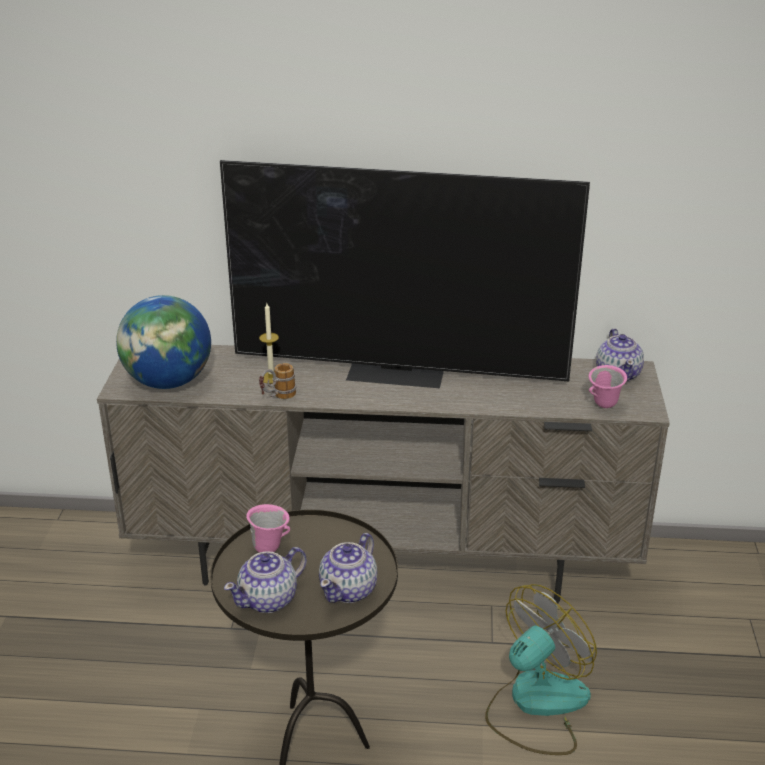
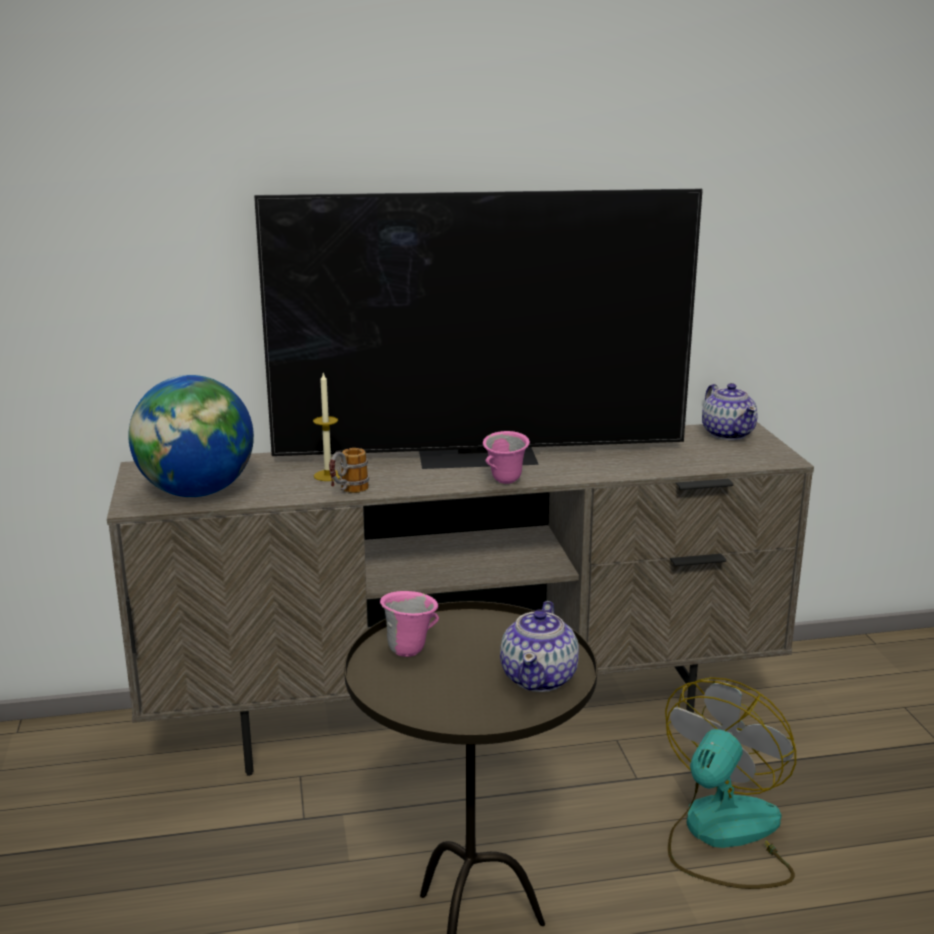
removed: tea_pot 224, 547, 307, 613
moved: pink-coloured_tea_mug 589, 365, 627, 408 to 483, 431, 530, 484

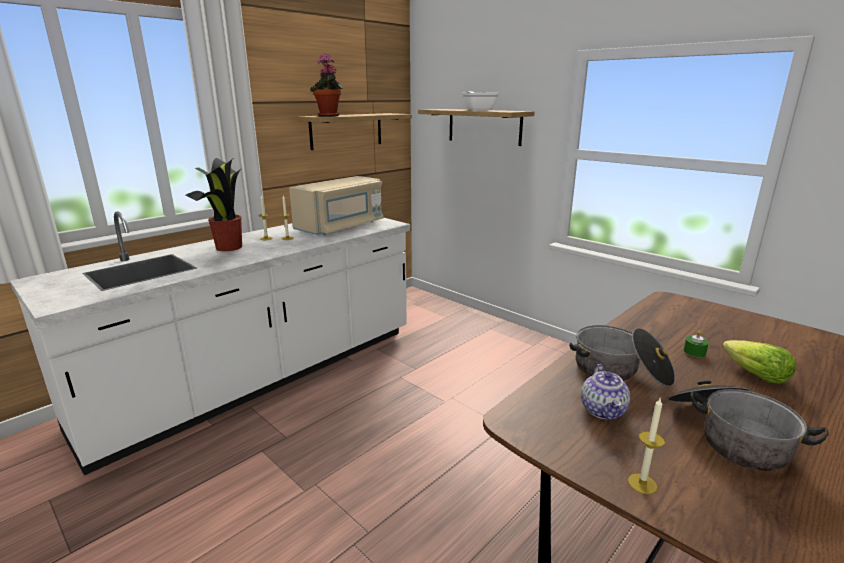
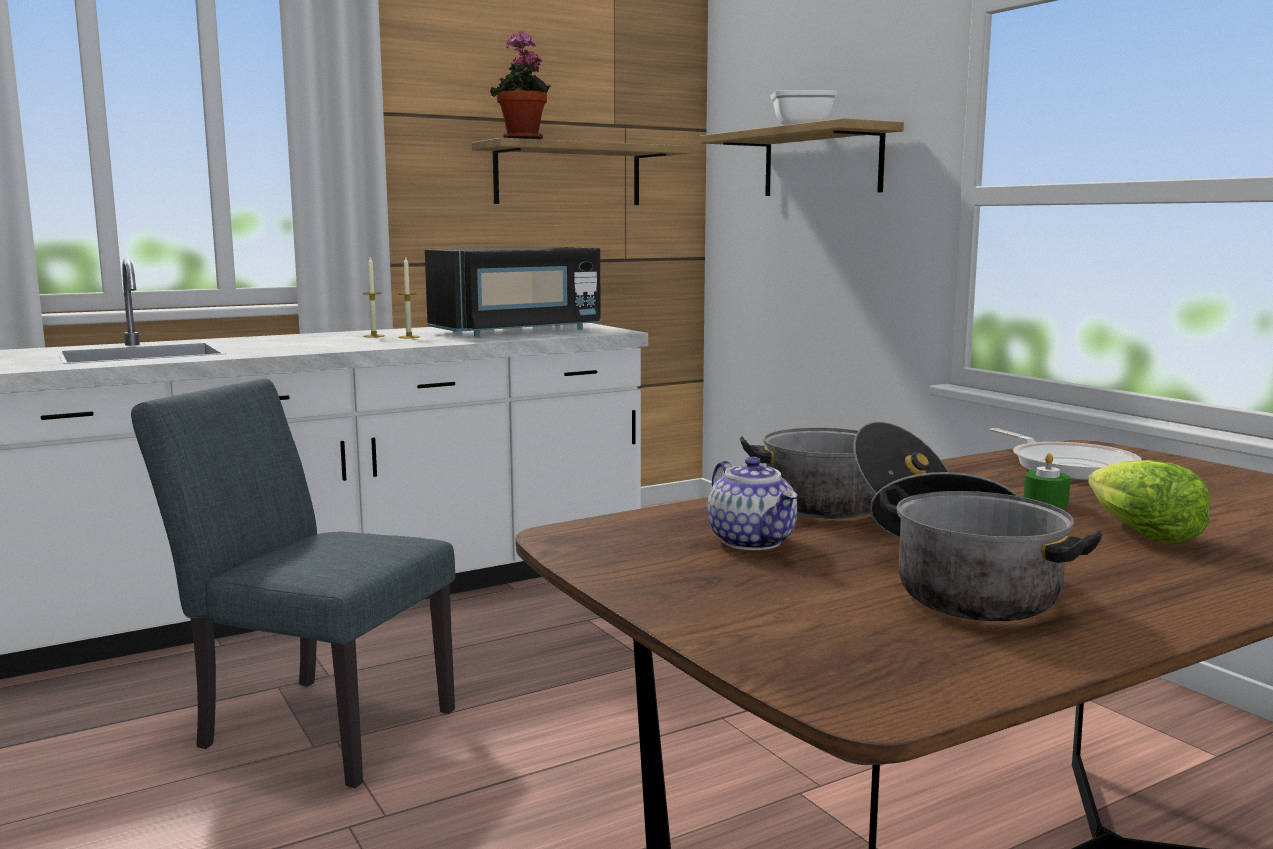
removed: potted_plant 186, 158, 242, 251; candle 628, 398, 665, 494
added: gray_plain_chair 131, 379, 455, 788; frying_pan 990, 428, 1142, 480
recoloured: sand-coloured_microwave 289, 176, 383, 235 to blackish_microwave 425, 247, 601, 337
turned: tea_pot 581, 364, 630, 421 = 707, 456, 798, 550 45 degrees counterclockwise

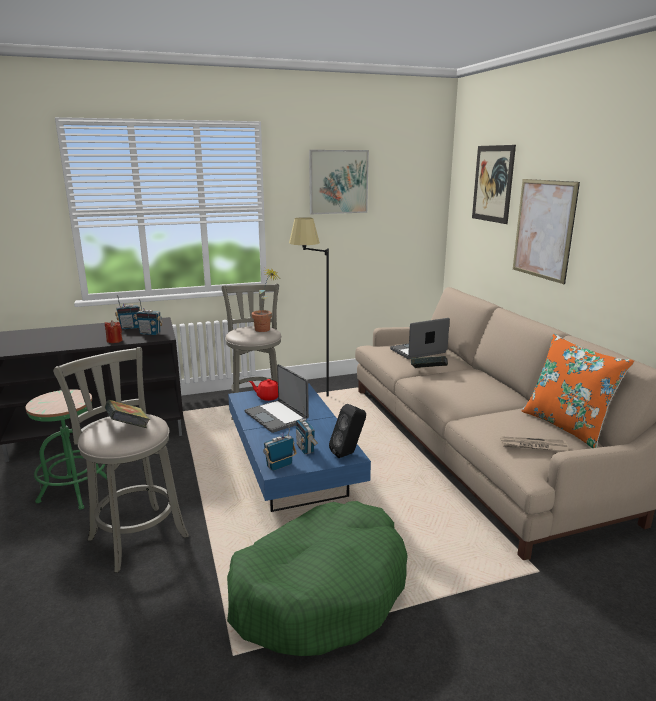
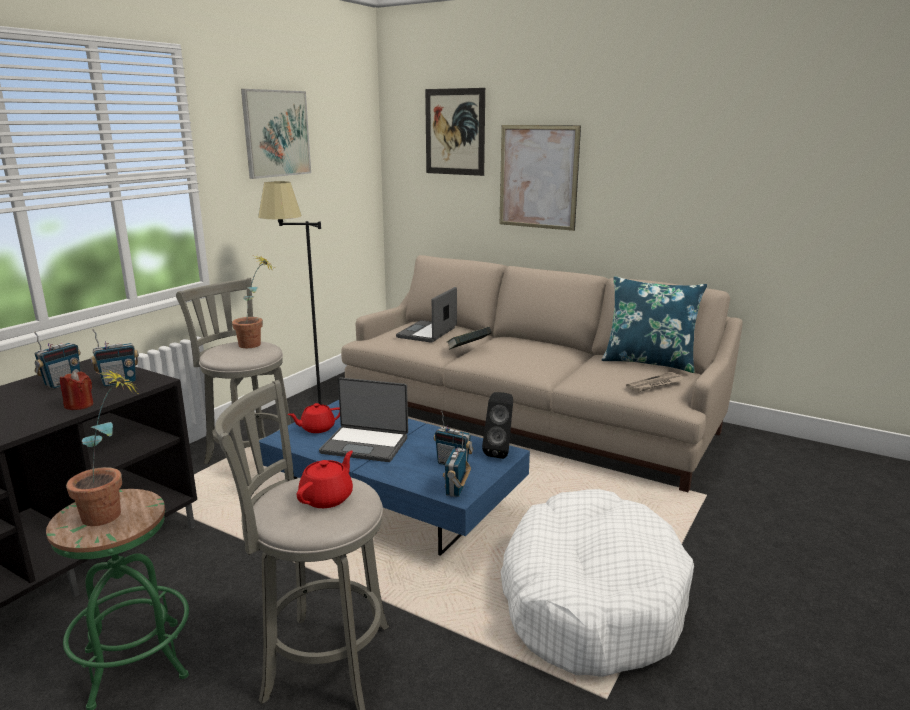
added: potted_plant 66, 370, 137, 526
replaced: volume 105, 400, 150, 428 to red_tea_pot 297, 451, 353, 508
recoloured: green-coloured_dog_cushion 227, 501, 408, 656 to white_dog_cushion 500, 489, 694, 677; orange_cushion 522, 334, 635, 448 to blue_cushion 602, 276, 707, 373

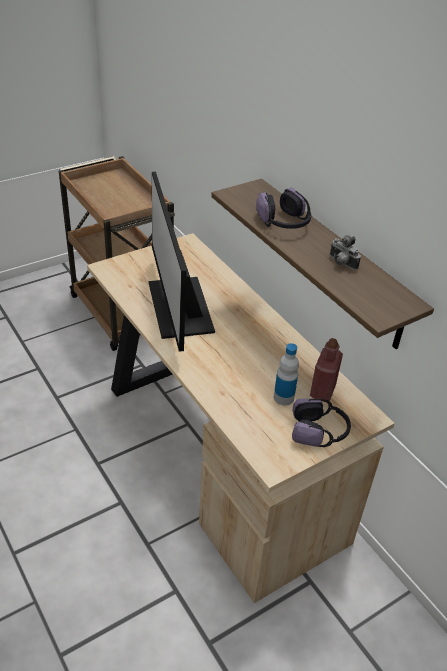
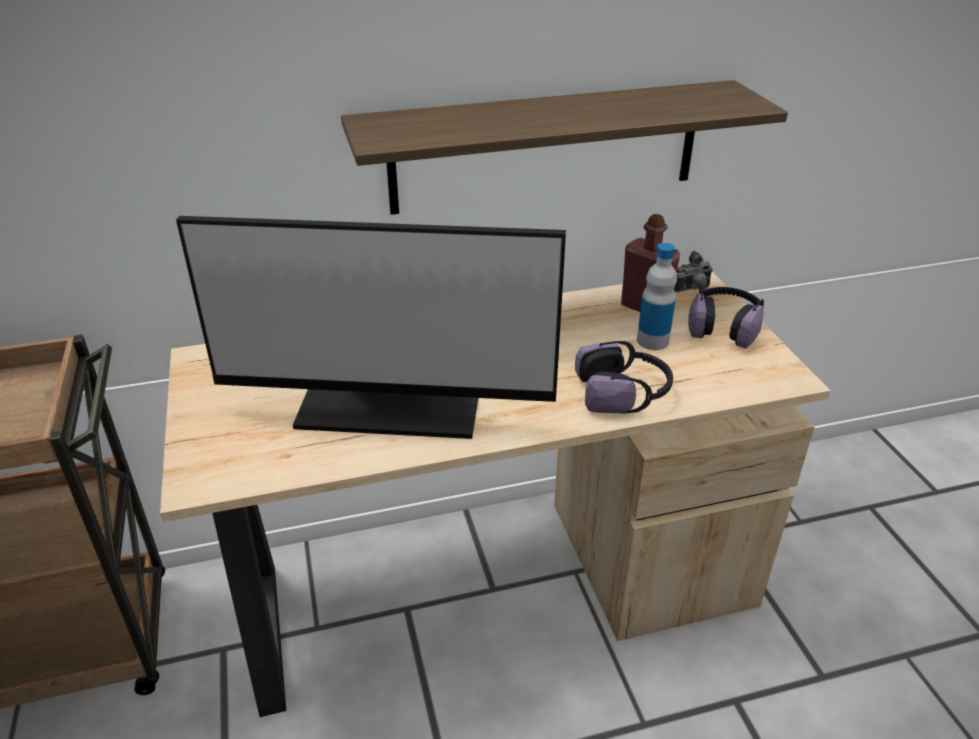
moved: headset 256, 187, 311, 229 to 575, 341, 673, 413; photo_camera 330, 235, 361, 270 to 674, 251, 712, 293

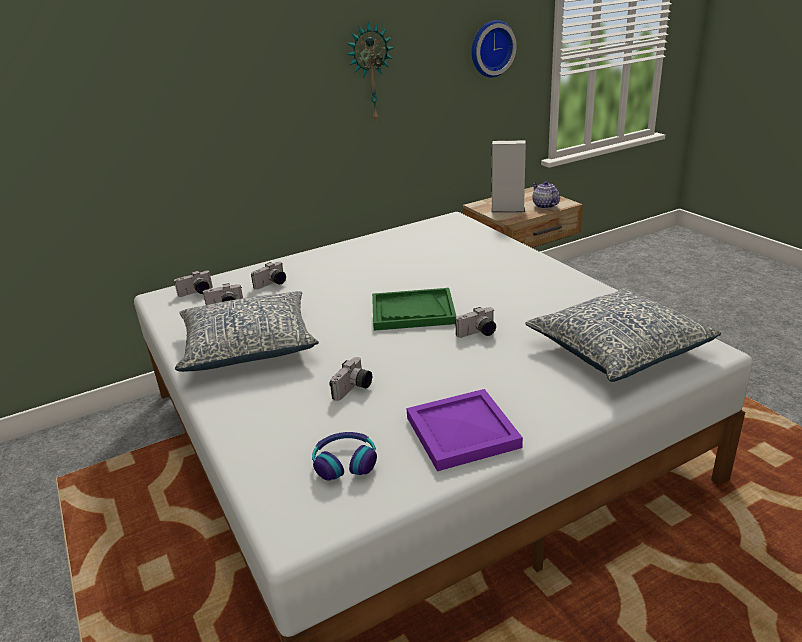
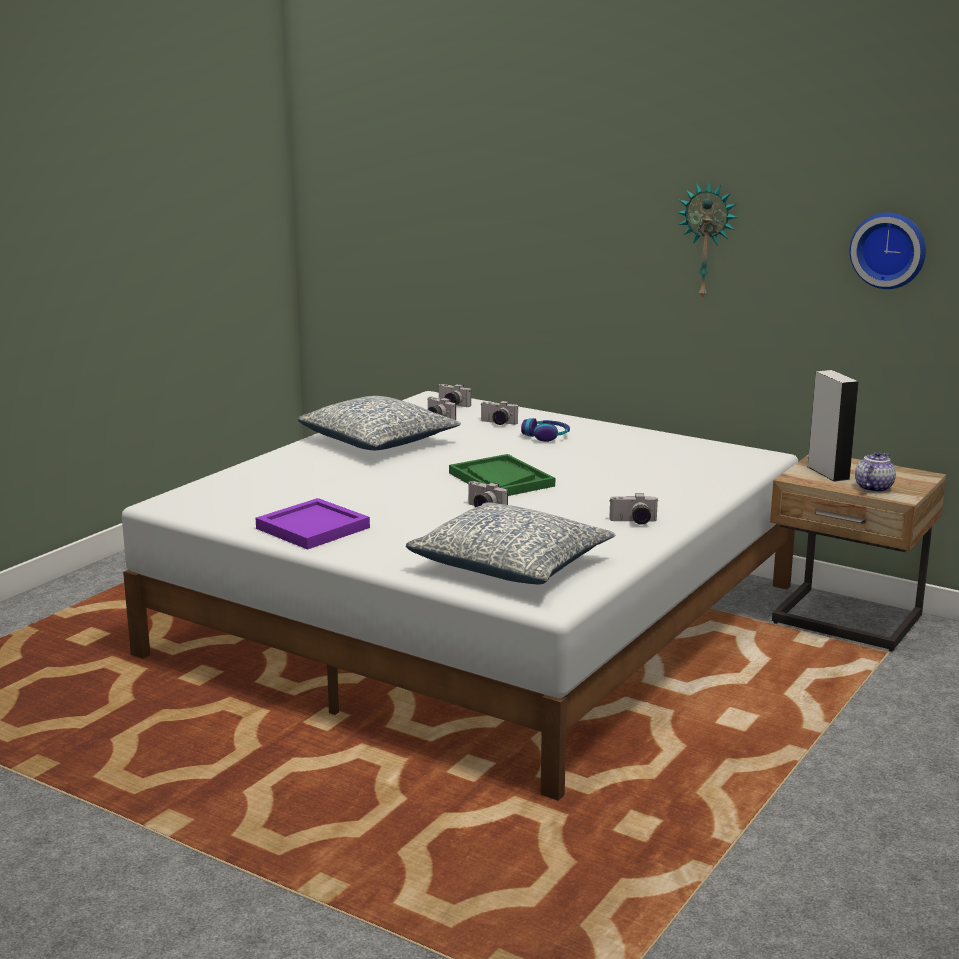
moved: headset 312, 432, 377, 480 to 521, 418, 570, 442; photo_camera 329, 357, 372, 401 to 609, 493, 659, 525

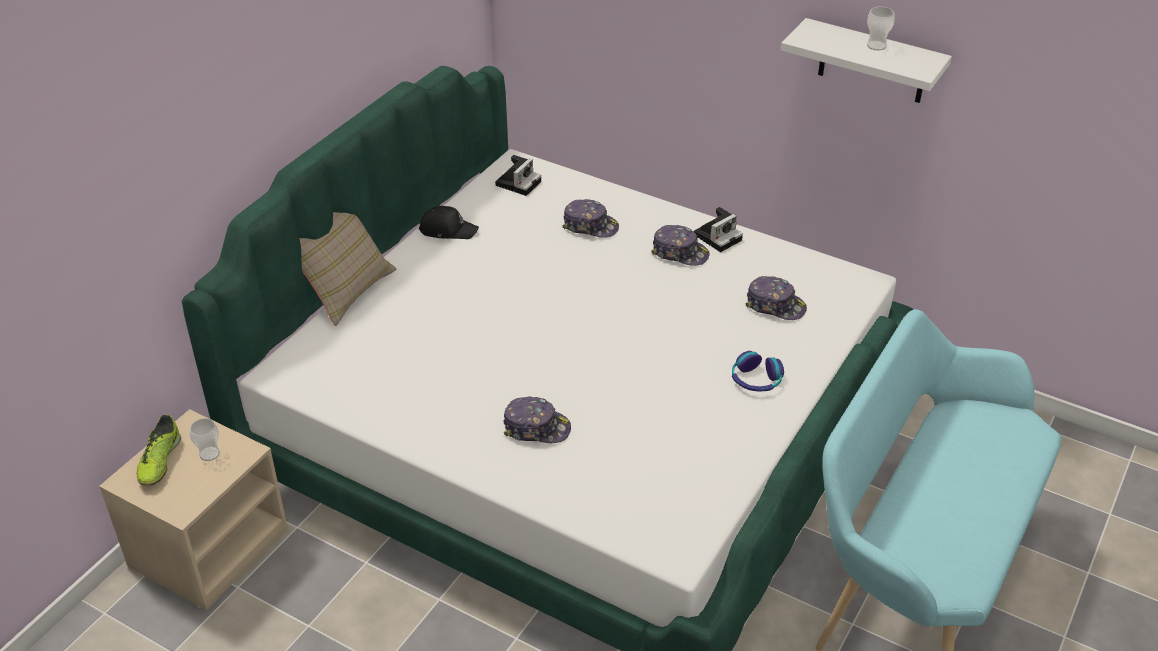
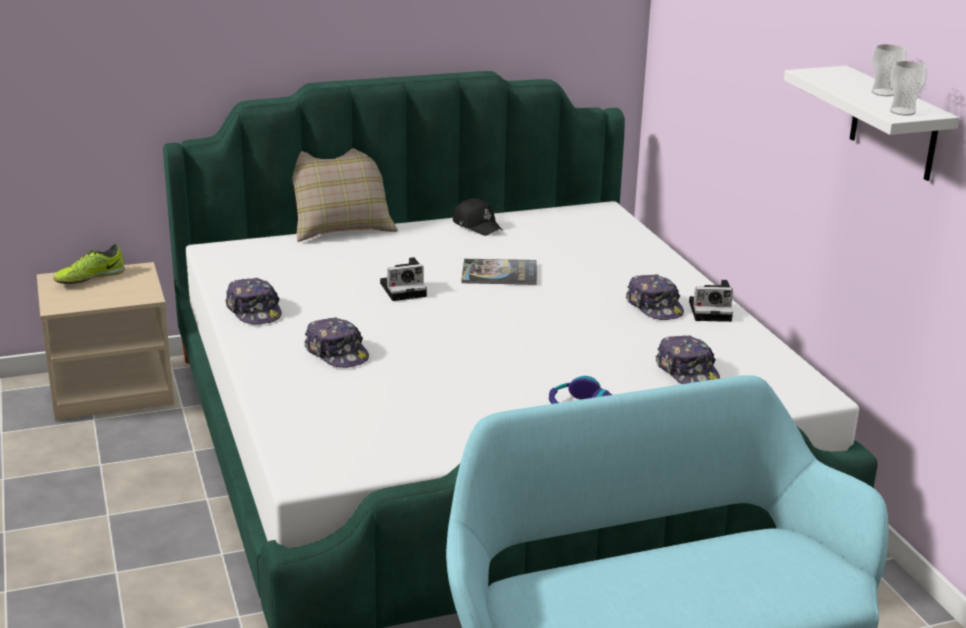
added: volume 462, 259, 537, 285
moved: small_cup 190, 418, 220, 461 to 890, 61, 927, 116; photo_camera 495, 155, 541, 196 to 380, 257, 427, 301; cap 562, 199, 619, 238 to 225, 278, 282, 325

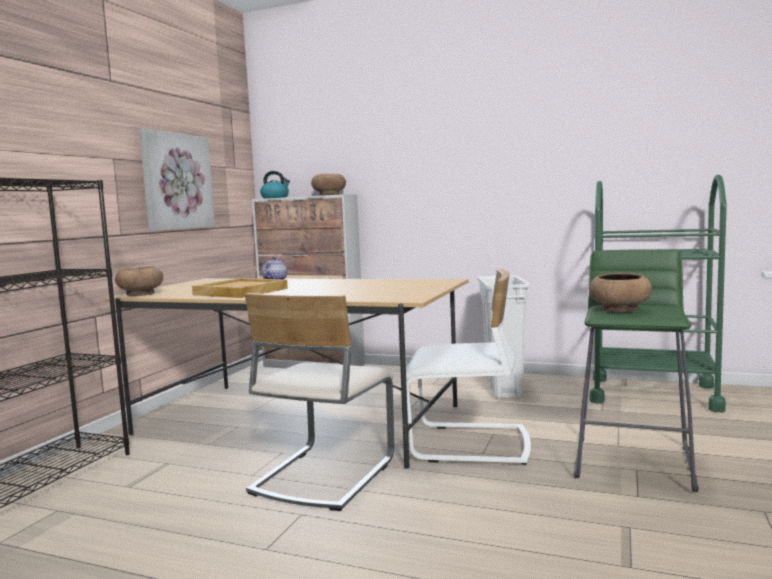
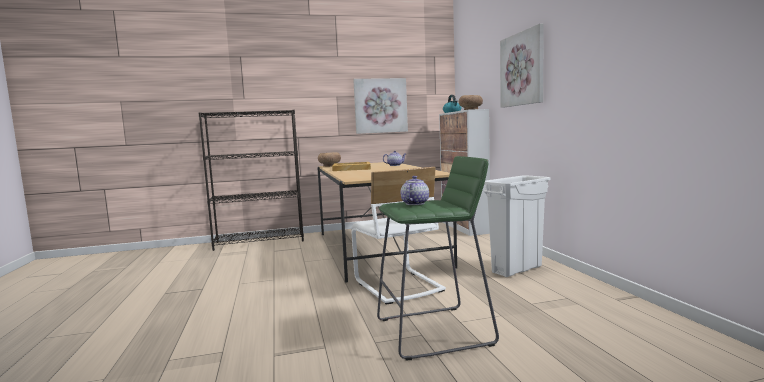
removed: sand-coloured_plain_chair 245, 293, 394, 511; green-coloured_cart 590, 175, 727, 412
added: picture 500, 24, 544, 108
replaced: brownish_bowl 589, 273, 652, 312 to tea_pot 401, 176, 429, 205

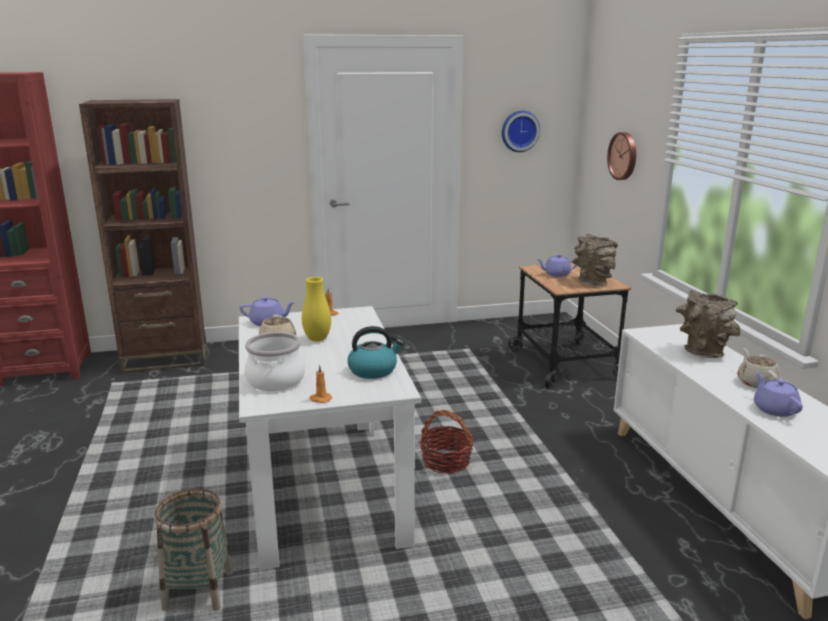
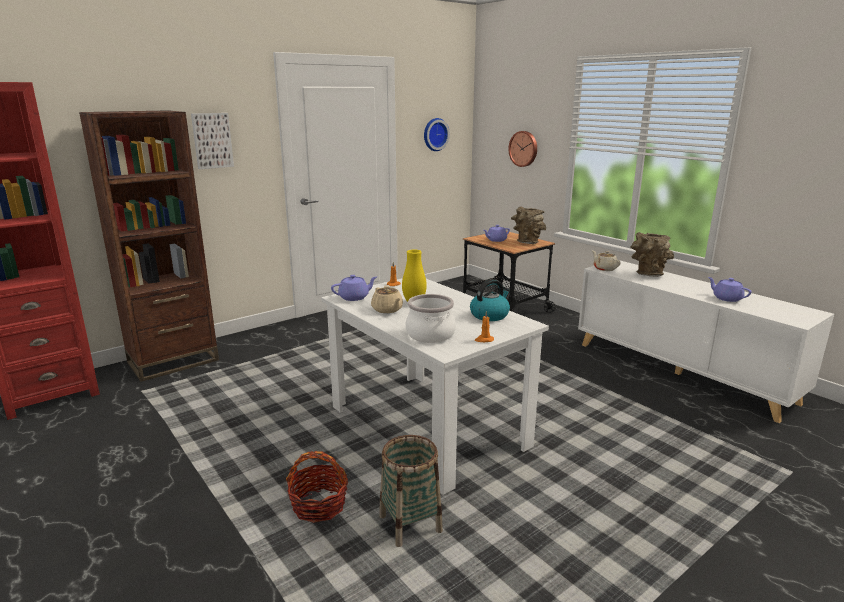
added: picture 191, 113, 234, 169
moved: storage_basket 420, 410, 474, 474 to 286, 451, 348, 523; sand-coloured_tea_pot 737, 348, 780, 388 to 592, 250, 620, 271

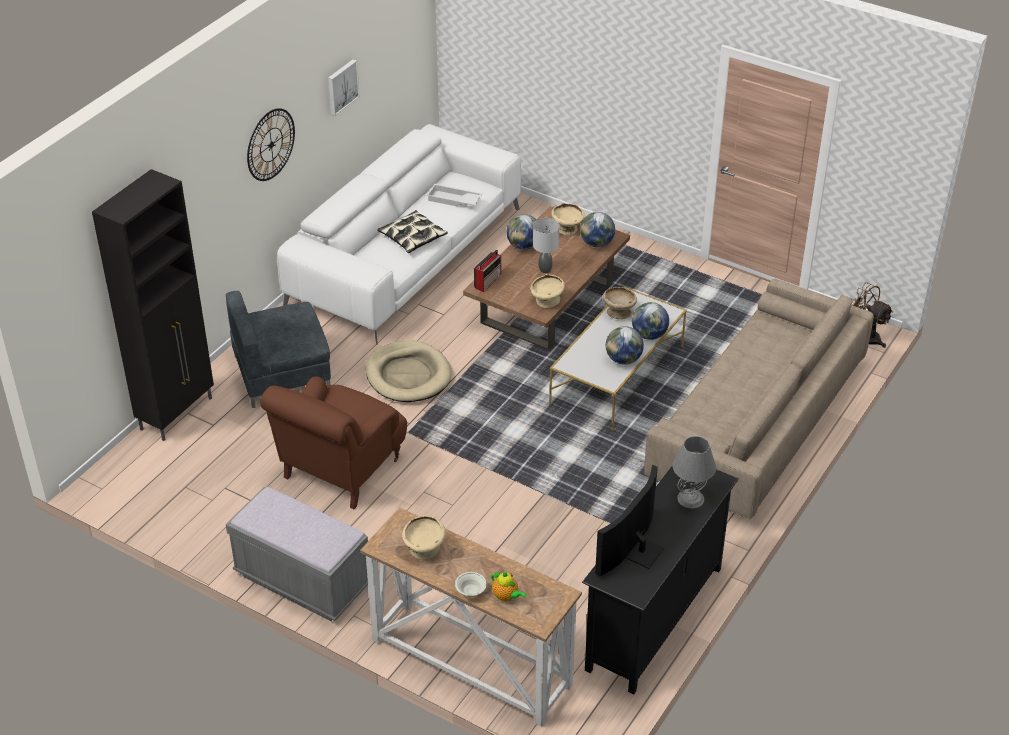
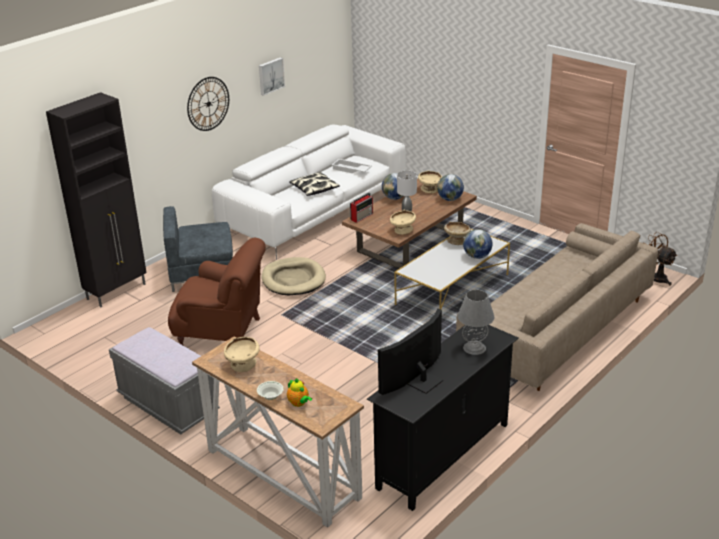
removed: world_globe 606, 326, 644, 365
turned: brownish_easy_chair 260, 376, 407, 509 = 168, 238, 266, 345 120 degrees counterclockwise

